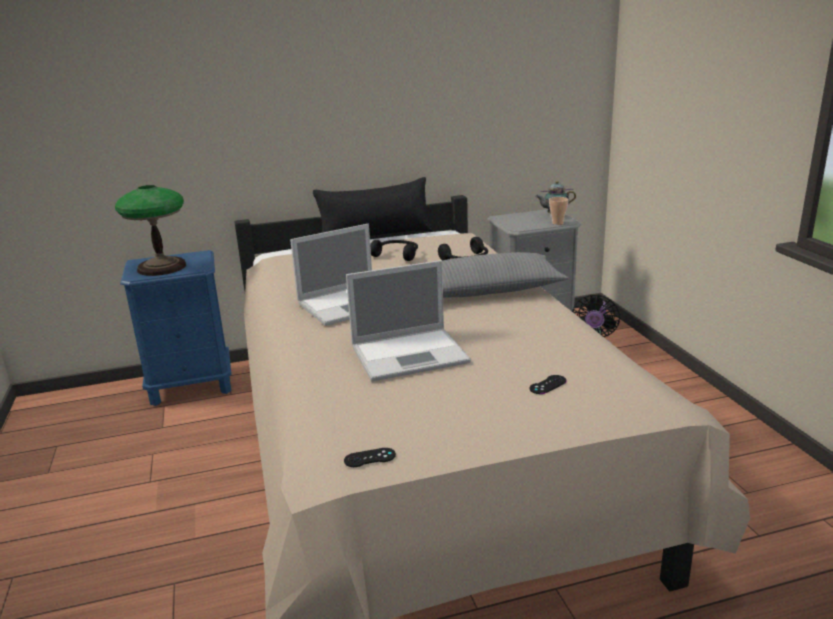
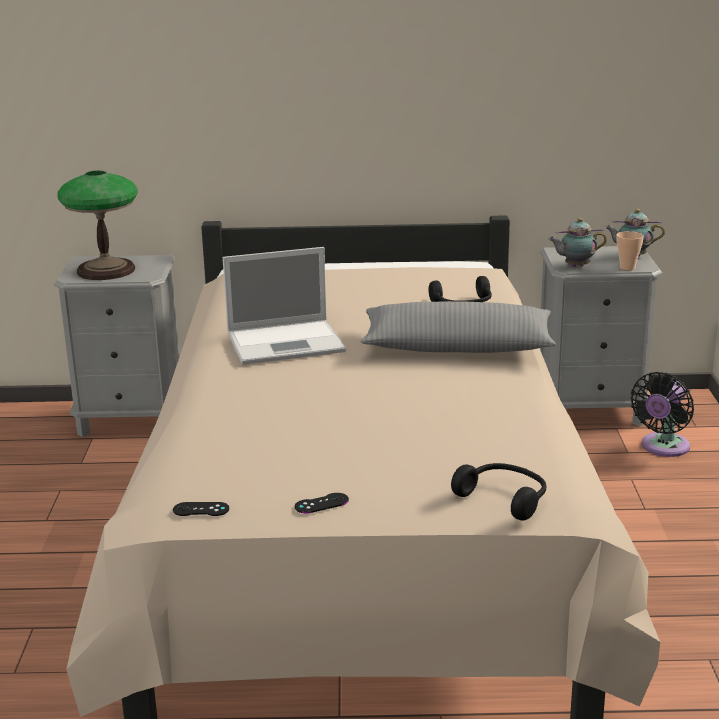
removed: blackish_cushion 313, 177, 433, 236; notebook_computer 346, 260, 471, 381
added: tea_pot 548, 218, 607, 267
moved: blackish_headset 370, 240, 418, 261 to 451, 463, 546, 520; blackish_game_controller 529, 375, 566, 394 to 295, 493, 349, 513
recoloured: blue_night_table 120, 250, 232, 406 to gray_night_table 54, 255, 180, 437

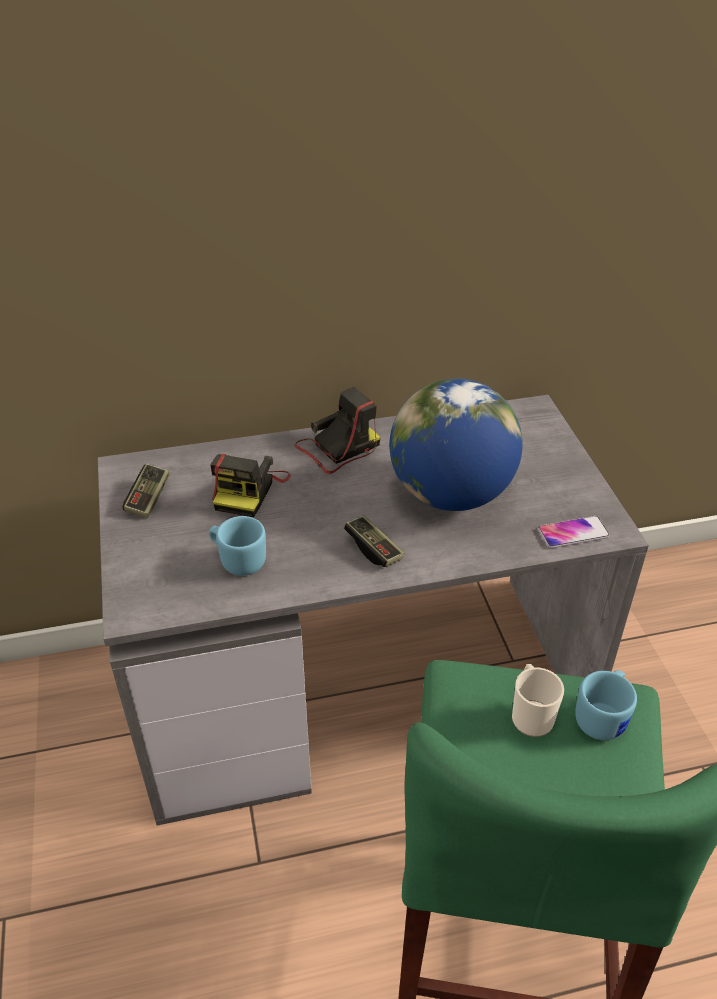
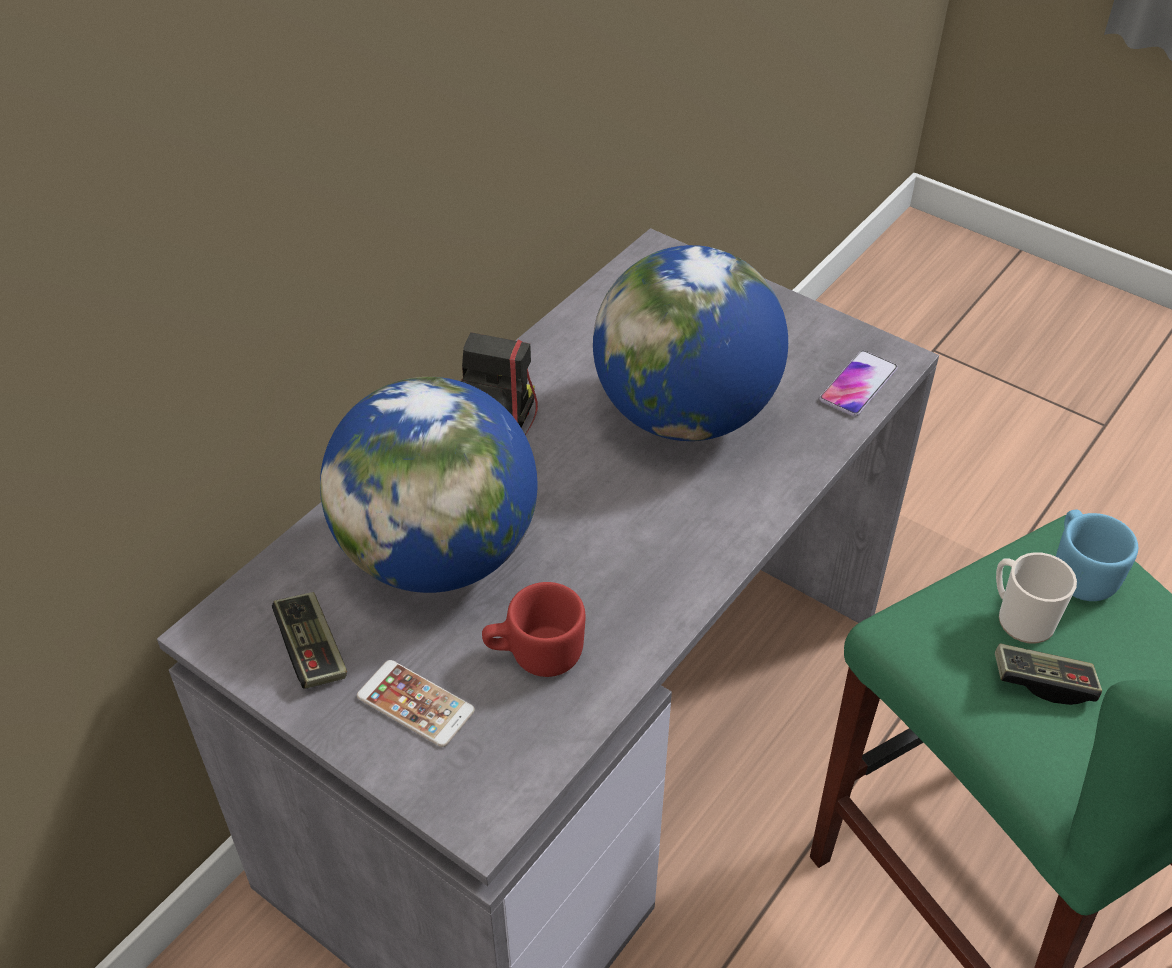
added: telephone 357, 660, 475, 747
moved: game_controller 344, 515, 405, 567 to 995, 643, 1102, 705
replaced: photo_camera 210, 454, 291, 517 to world_globe 320, 377, 537, 593
recoloured: blue_tea_mug 209, 516, 266, 576 to red_tea_mug 482, 582, 586, 677

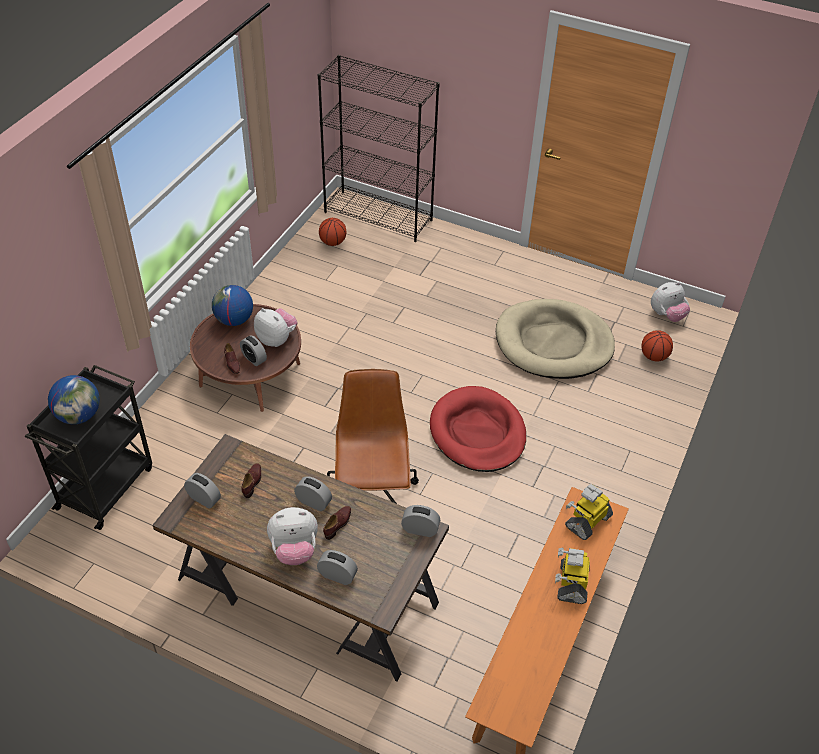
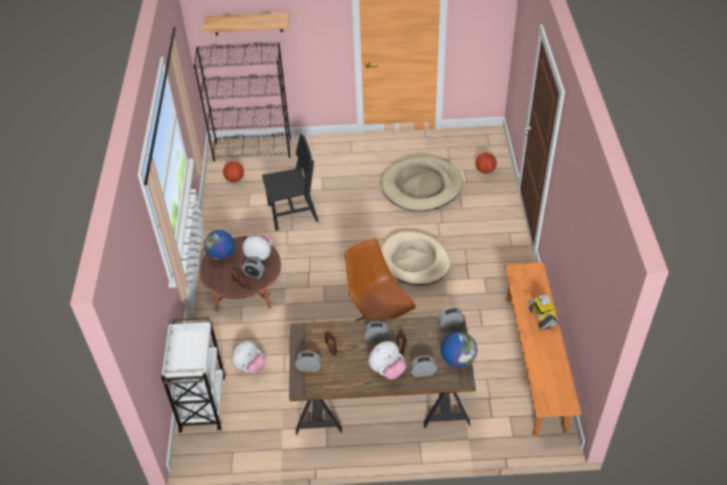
removed: toy_robot 565, 484, 613, 540
added: bracket_shelf 202, 12, 289, 36; blackish_plain_chair 262, 134, 319, 231
moved: world_globe 48, 375, 100, 424 to 441, 331, 477, 368; cuddly_toy 651, 282, 690, 322 to 231, 341, 266, 374
recoloured: blackish_cart 25, 365, 152, 530 to white_cart 161, 317, 225, 433; red_dog_cushion 430, 386, 526, 472 to sand-coloured_dog_cushion 381, 231, 451, 285

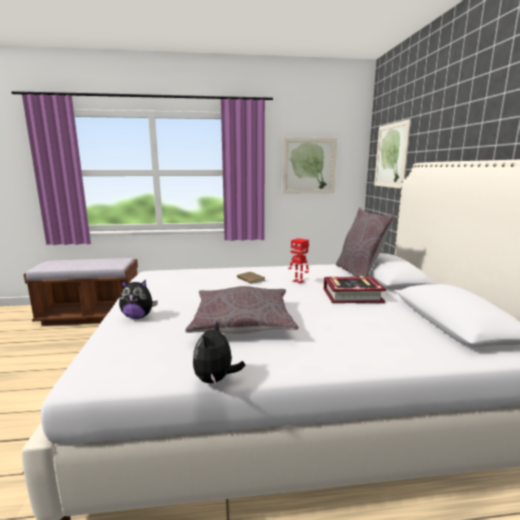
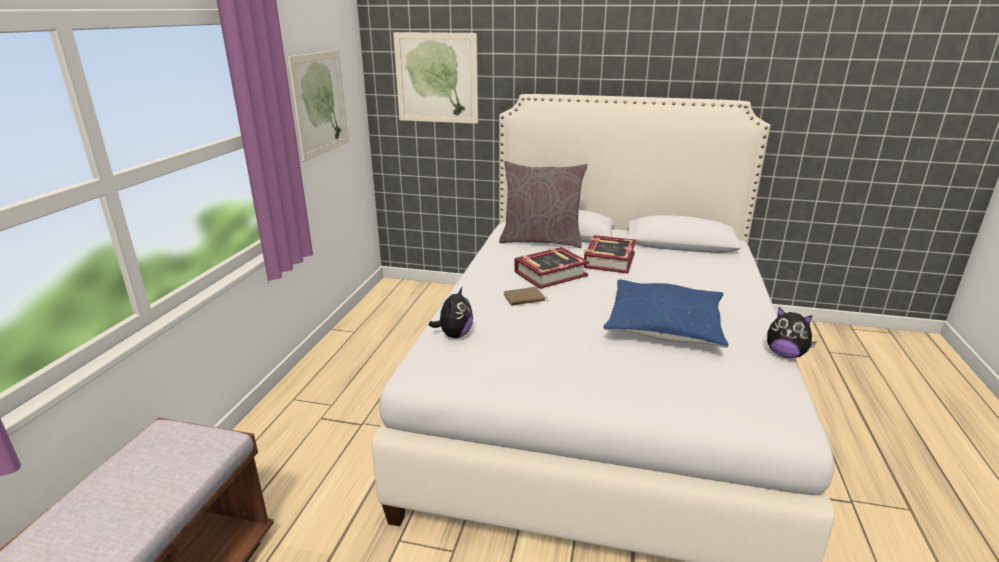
moved: cuddly_toy 119, 280, 158, 319 to 429, 287, 473, 338
replaced: toy_robot 288, 238, 309, 283 to volume 514, 247, 589, 289
recoloured: gray_cushion 185, 286, 299, 334 to blue_cushion 603, 279, 728, 348

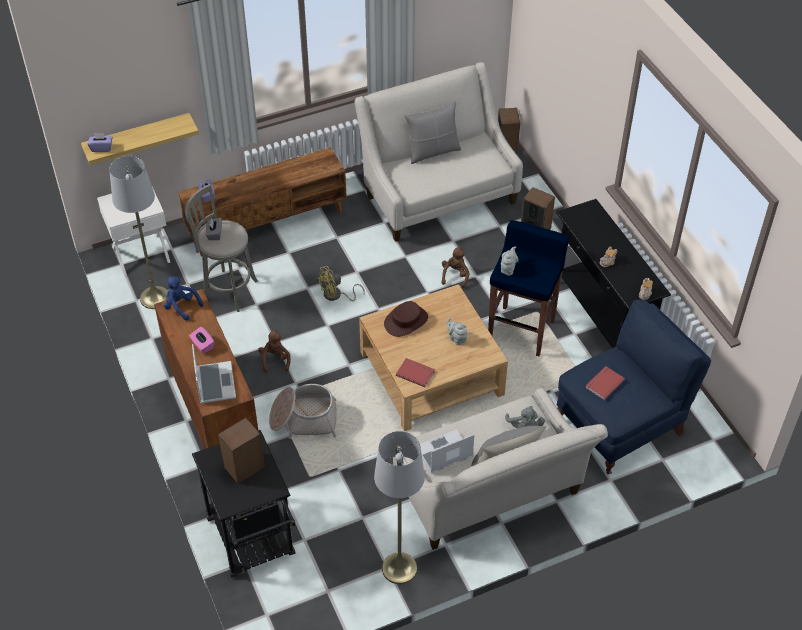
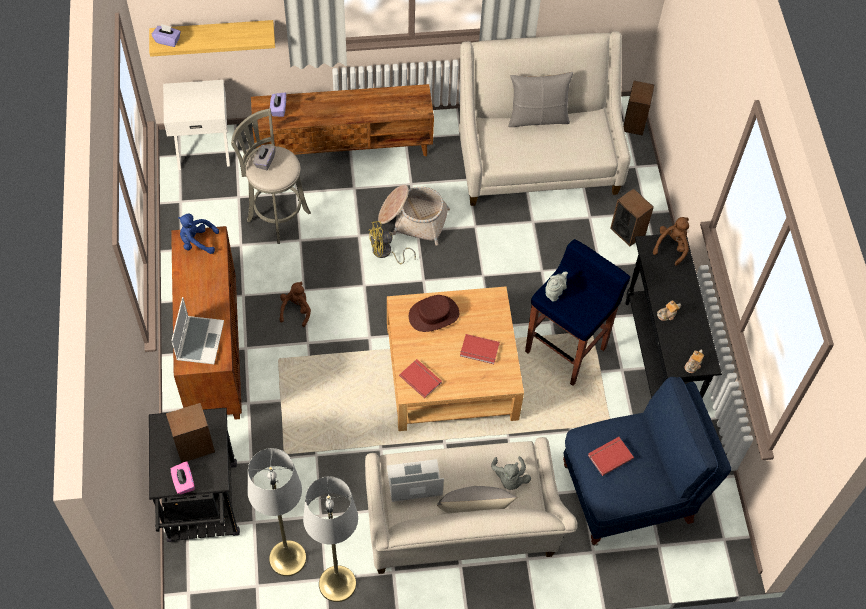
moved: gray_standard_lamp 109, 156, 168, 309 to 248, 448, 307, 576; pink-coloured_tissue_box 189, 326, 214, 354 to 171, 461, 195, 494; storage_basket 269, 384, 337, 439 to 378, 185, 450, 246; brownish_cuddly_toy 442, 247, 469, 288 to 653, 217, 689, 266
replaced: gray_tea_pot 446, 317, 467, 345 to red_volume 460, 334, 500, 364
turned: blue_cuddly_toy 164, 276, 203, 320 = 178, 213, 219, 254 45 degrees counterclockwise

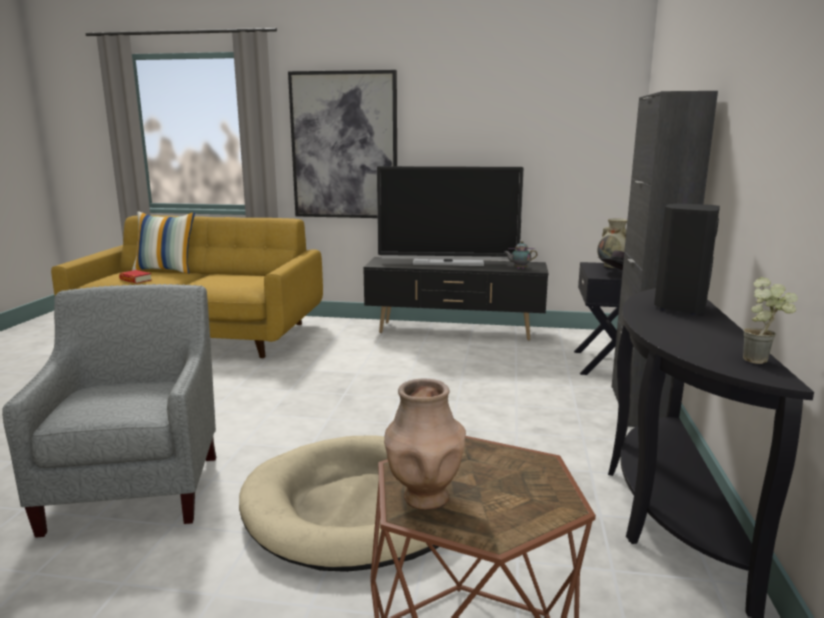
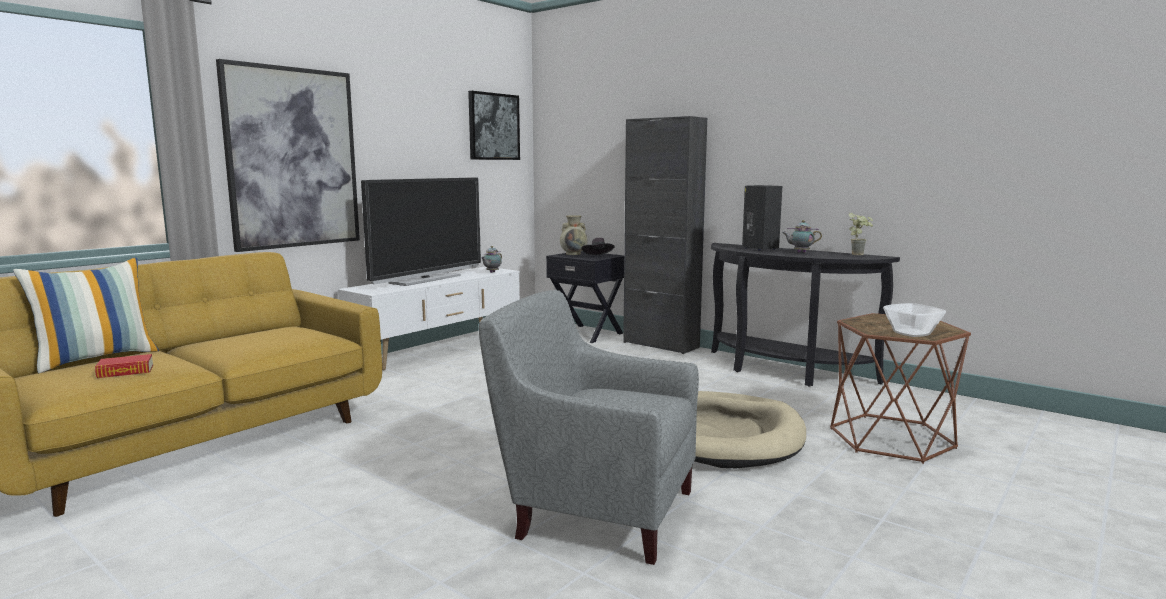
added: picture 468, 91, 520, 160; tea_pot 782, 220, 822, 253
replaced: brownish_decorative_vase 384, 379, 466, 510 to bowl 883, 303, 946, 337
recoloured: blackish_tv_stand 364, 257, 549, 340 to white_tv_stand 338, 267, 520, 370

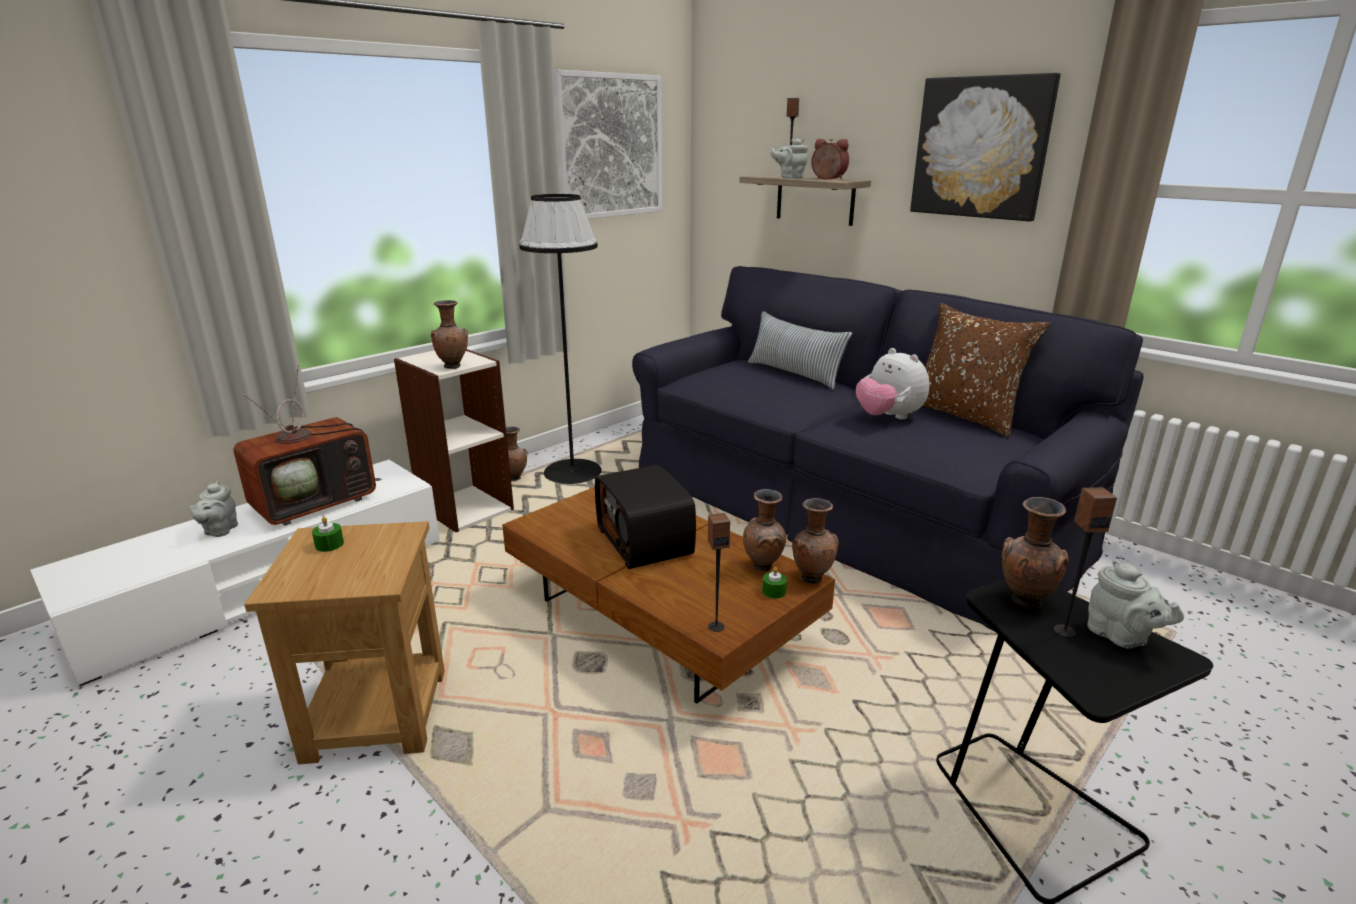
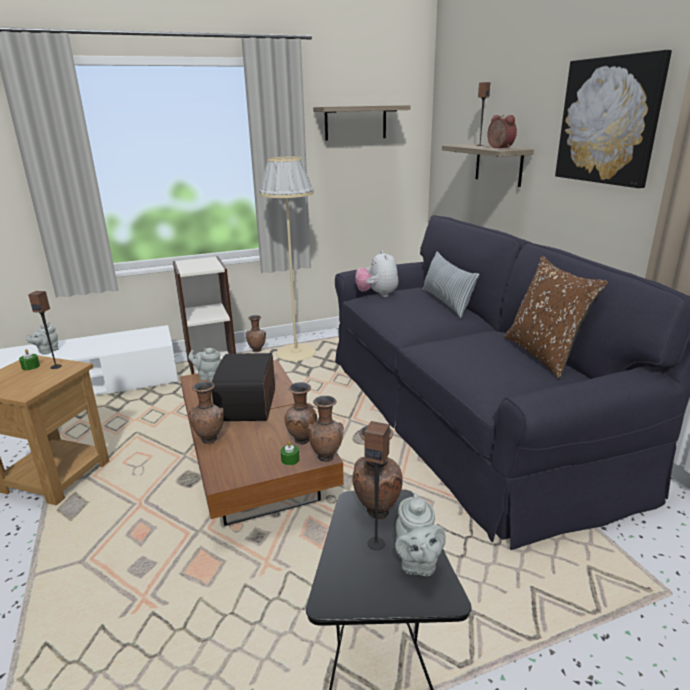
removed: television 233, 365, 382, 526
moved: brownish_decorative_vase 431, 300, 468, 369 to 189, 381, 224, 444; audio_speaker 708, 513, 730, 632 to 28, 291, 62, 369; gray_tea_pot 770, 138, 808, 179 to 188, 348, 221, 381; cuddly_toy 856, 348, 930, 419 to 355, 250, 399, 297
replaced: picture 553, 69, 662, 219 to bracket_shelf 313, 105, 411, 141
recoloured: blackish_standard_lamp 519, 194, 602, 484 to sand-coloured_standard_lamp 259, 157, 316, 361

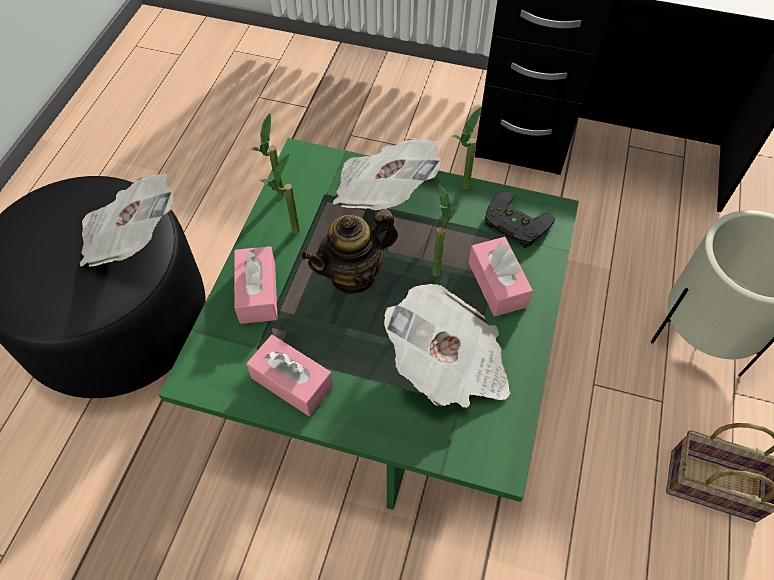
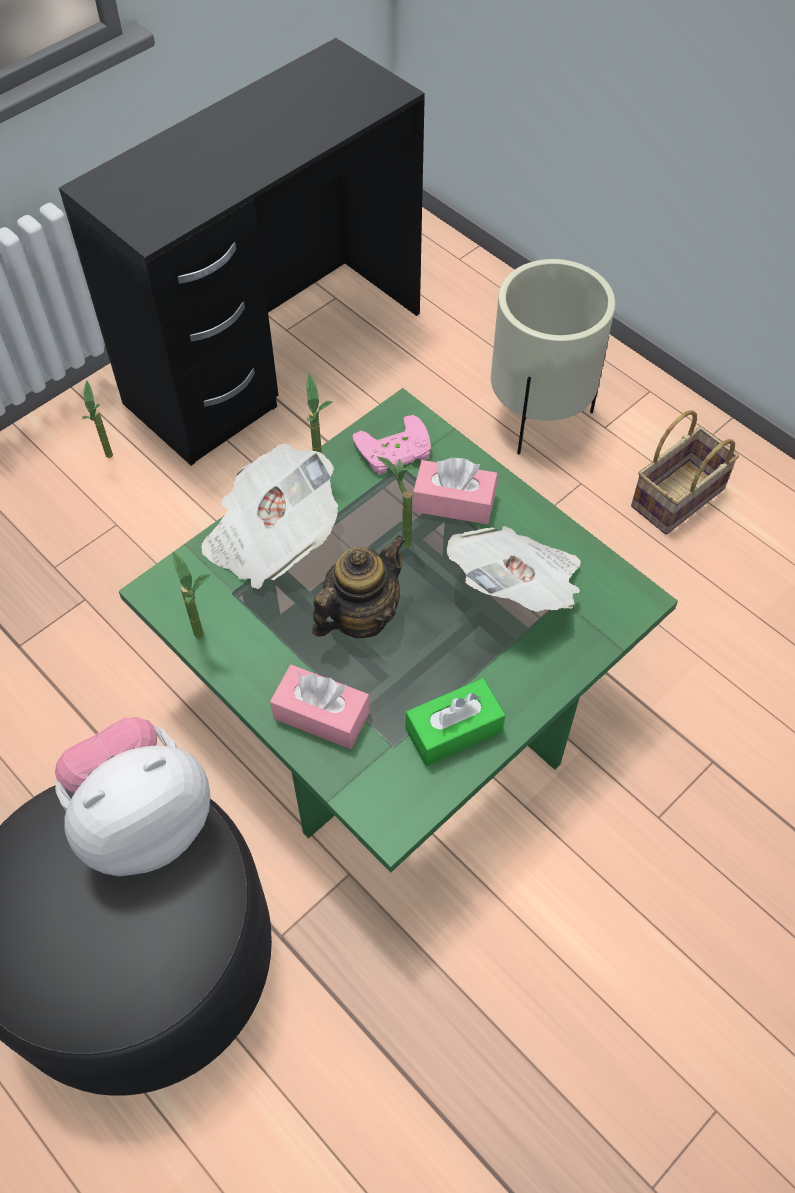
moved: potted_plant 260, 154, 300, 234 to 82, 381, 113, 458
replaced: newspaper 80, 173, 173, 267 to cuddly_toy 55, 717, 211, 876
recoloured: pink-coloured_tissue_box 246, 335, 333, 416 to green-coloured_tissue_box 406, 678, 506, 766; blackish_game_controller 485, 191, 555, 248 to pink-coloured_game_controller 352, 415, 431, 475
turned: tea_pot 301, 209, 398, 295 = 312, 535, 406, 638 135 degrees counterclockwise

